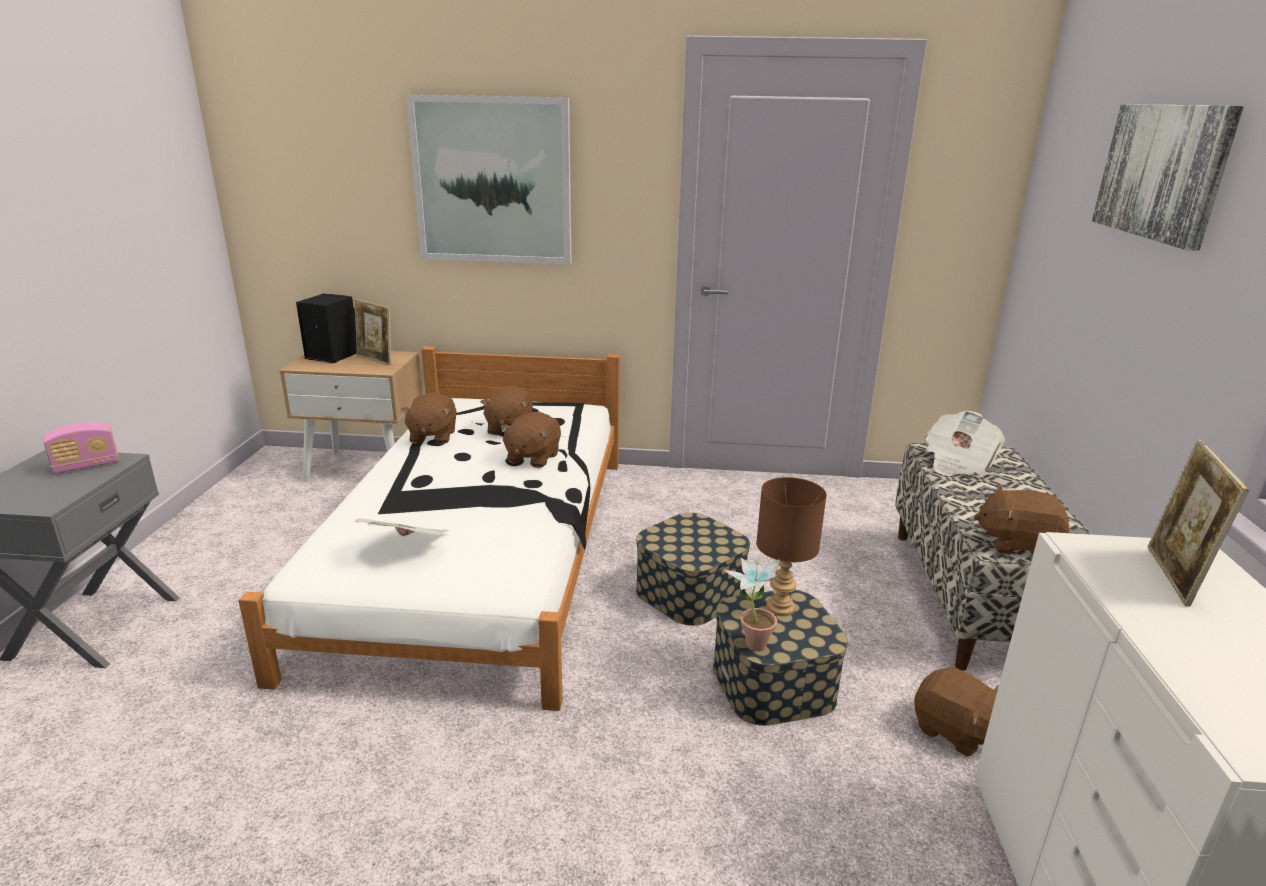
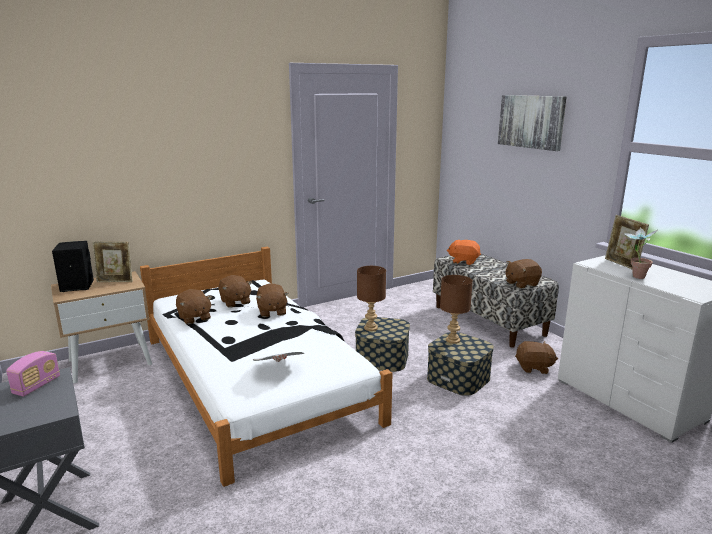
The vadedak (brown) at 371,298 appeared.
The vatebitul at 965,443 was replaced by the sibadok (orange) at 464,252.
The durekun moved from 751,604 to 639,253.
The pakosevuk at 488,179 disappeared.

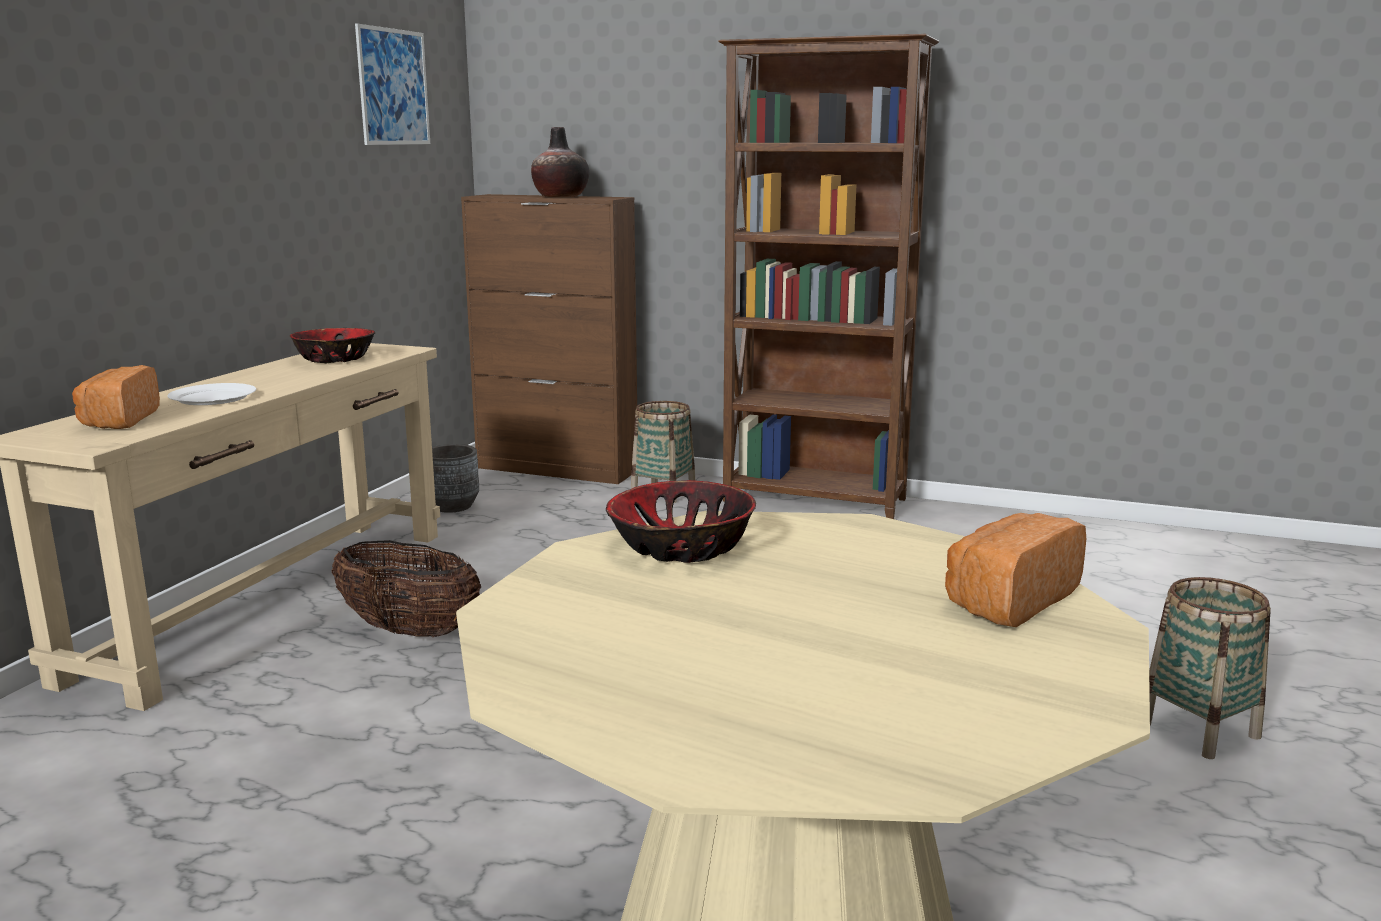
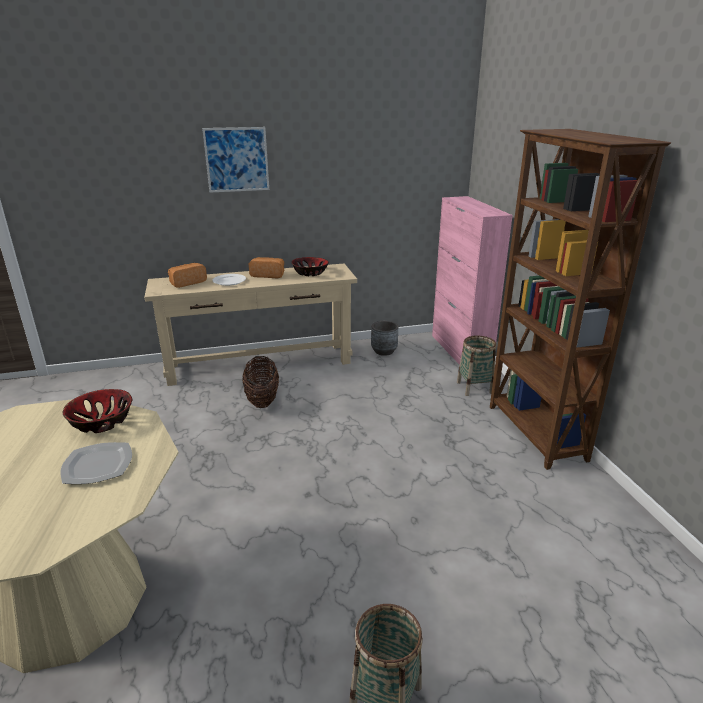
The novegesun at 96,463 appeared.
The pakosevuk moved from 392,84 to 235,160.
The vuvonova moved from 1015,570 to 266,267.
The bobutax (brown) at 549,339 became the bobutax (pink) at 472,280.
The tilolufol at 560,162 disappeared.

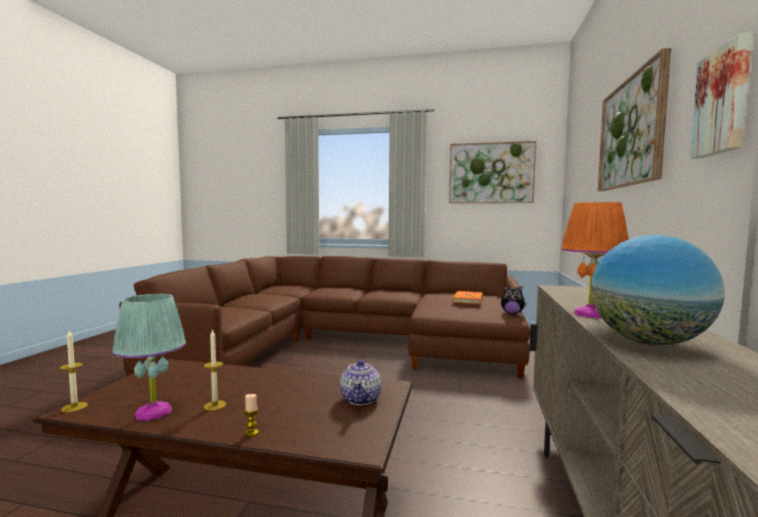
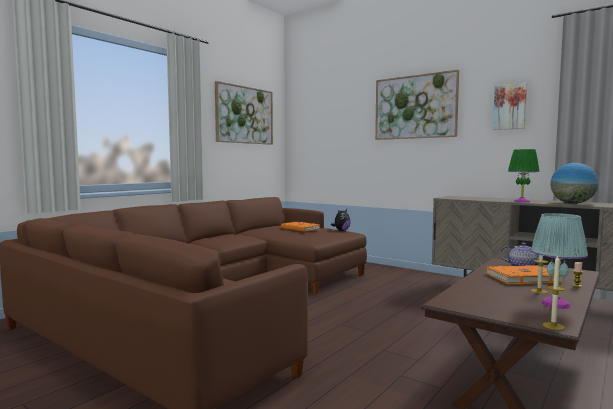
The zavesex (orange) at 525,274 appeared.
The vadedak (orange) at 595,260 became the vadedak (green) at 524,175.

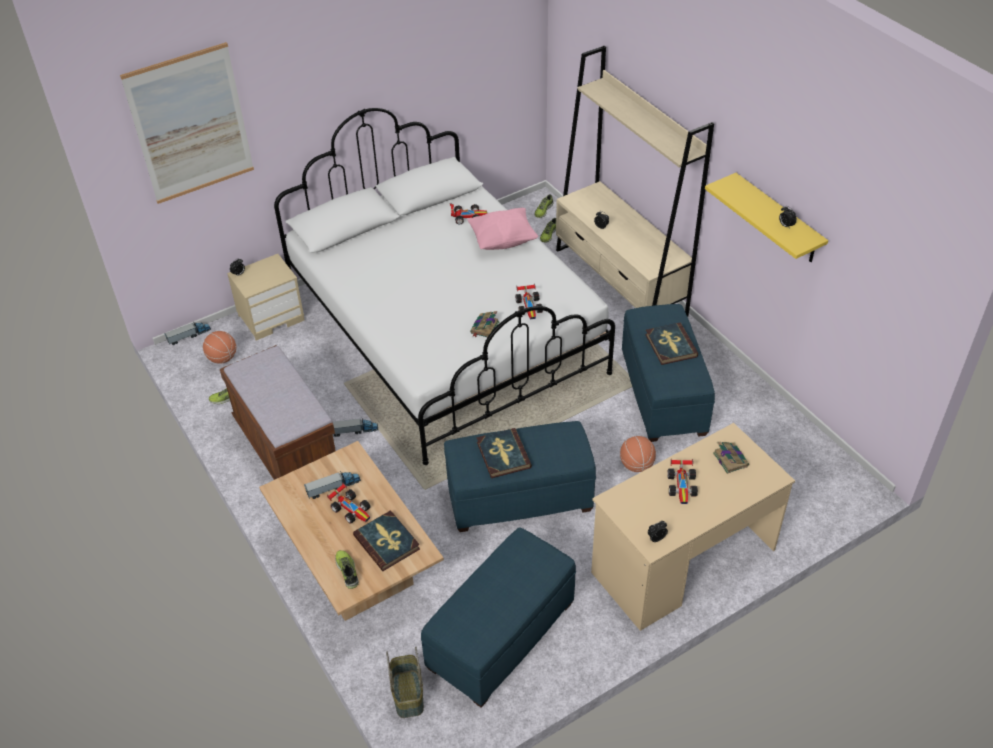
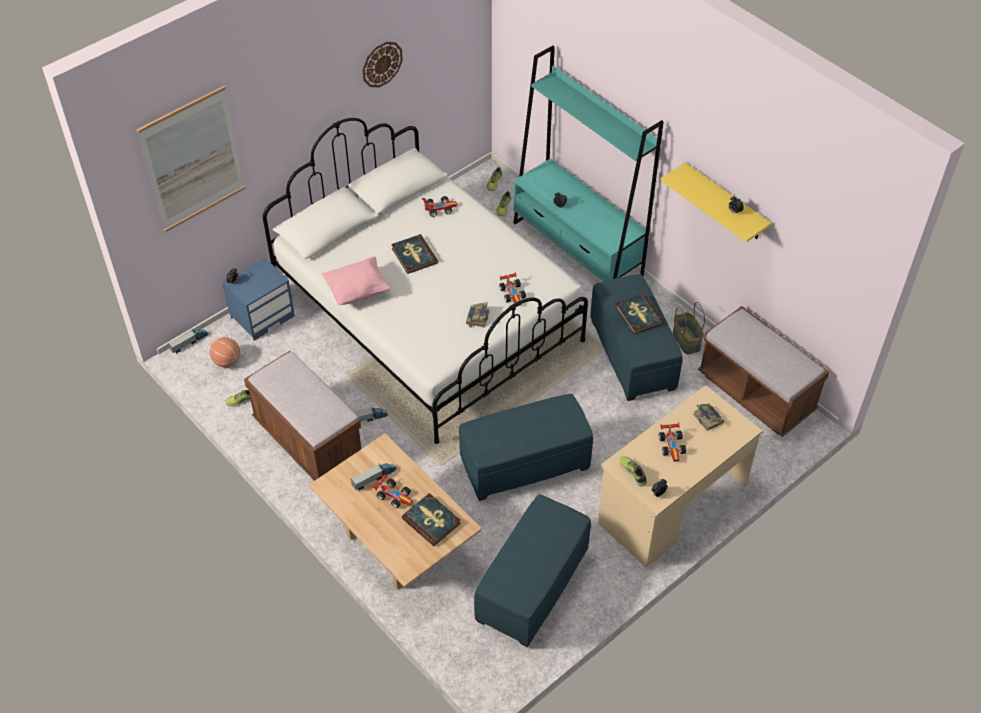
The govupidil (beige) at 265,297 became the govupidil (blue) at 258,299.
The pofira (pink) moved from 502,229 to 356,281.
The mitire at 382,64 appeared.
The zavesex moved from 504,453 to 414,254.
The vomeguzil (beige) at 635,181 became the vomeguzil (turquoise) at 589,163.
The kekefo moved from 347,569 to 633,471.
The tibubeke moved from 405,682 to 689,328.
The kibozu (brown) at 763,371 appeared.
The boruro at 638,454 disappeared.

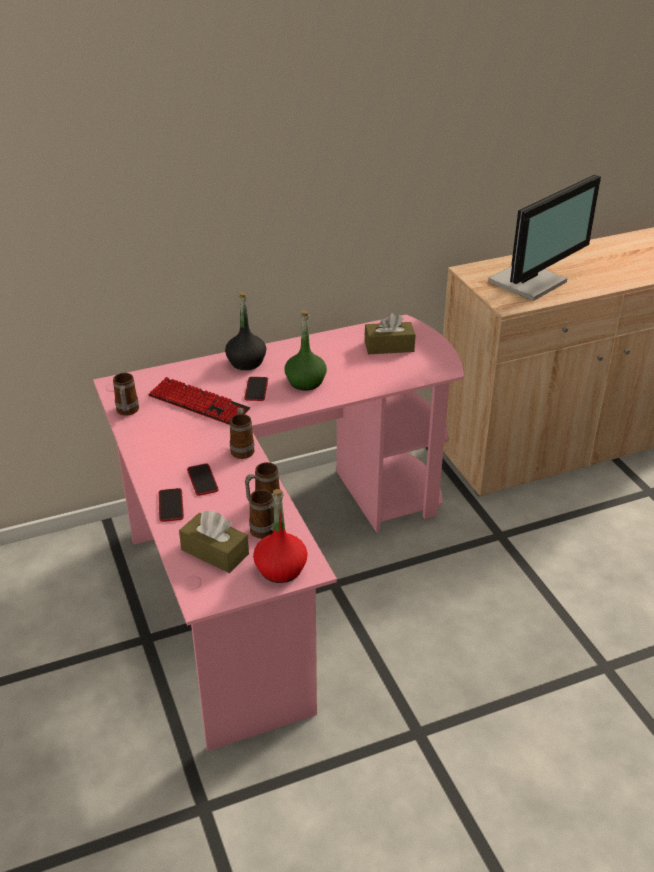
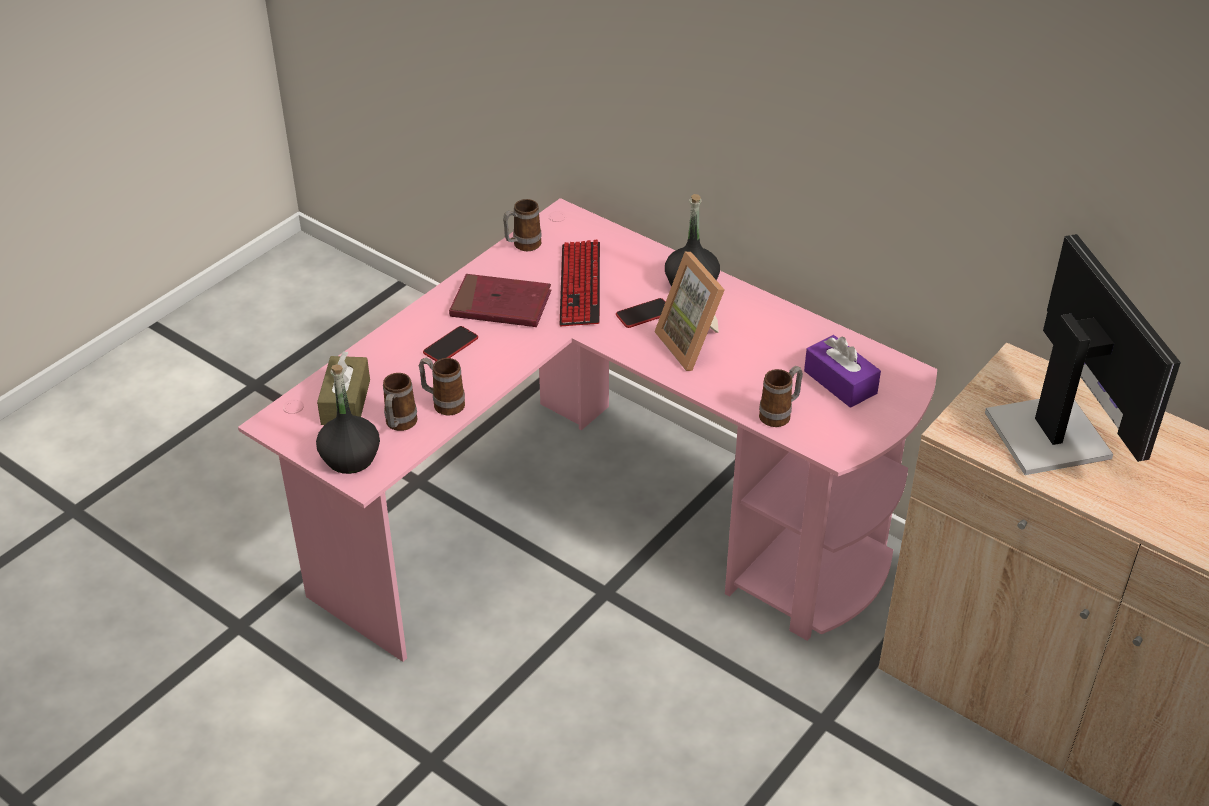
The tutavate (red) at 280,536 became the tutavate (black) at 348,419.
The zavesex (red) at 500,300 appeared.
The tutavate (green) at 305,350 was replaced by the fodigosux at 689,311.
The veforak moved from 242,433 to 781,396.
The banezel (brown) at 390,333 became the banezel (purple) at 842,371.
The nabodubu at 544,237 turned 120 degrees counterclockwise.
The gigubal at 171,505 disappeared.

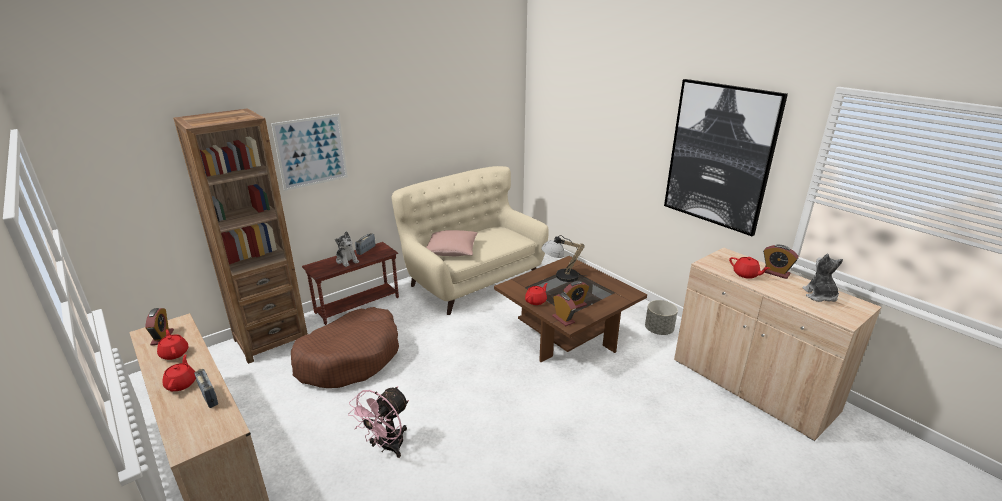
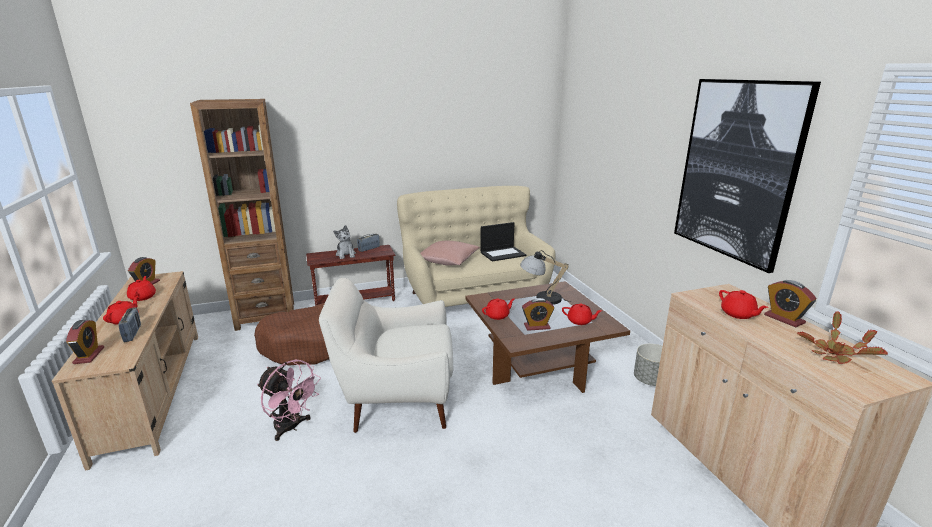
The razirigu moved from 564,309 to 85,342.
The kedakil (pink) at 378,422 turned 105 degrees counterclockwise.
The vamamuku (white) at 386,355 appeared.
The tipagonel at 503,242 appeared.
The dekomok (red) at 582,314 appeared.
The sibadok at 822,278 was replaced by the durekun at 842,338.
The pakosevuk at 309,152 disappeared.

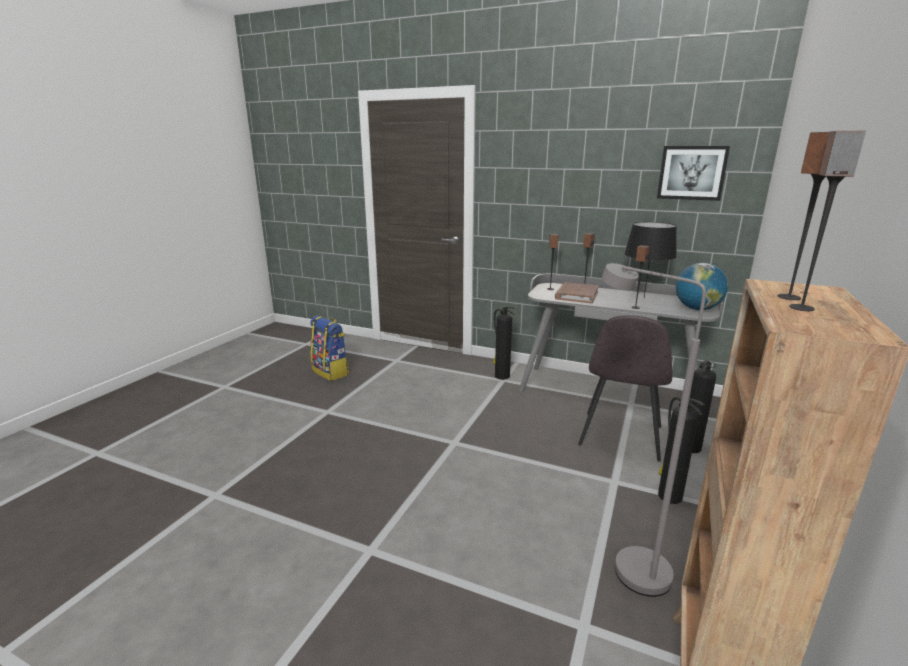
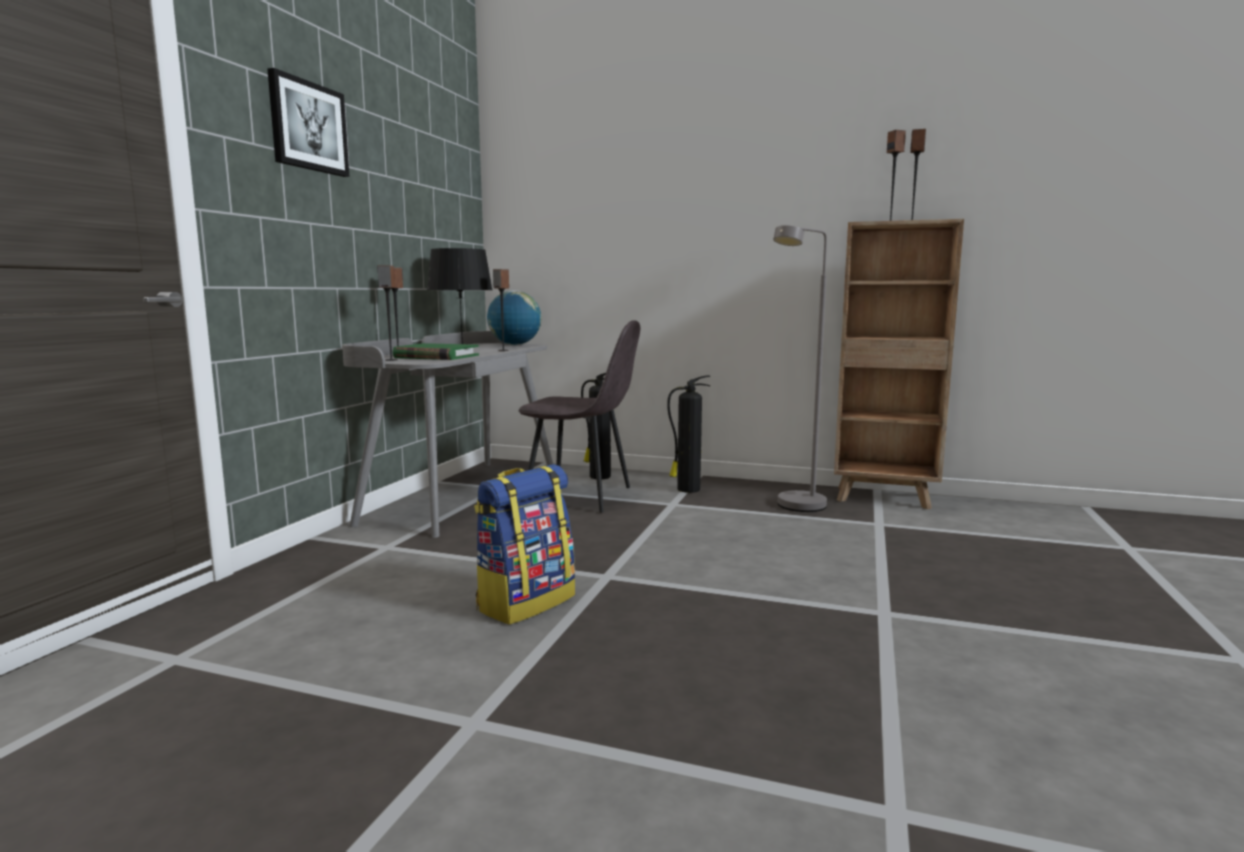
The pakosevuk moved from 693,173 to 308,122.
The zavesex (brown) at 577,293 became the zavesex (green) at 436,351.
The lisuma moved from 330,348 to 524,544.
The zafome at 504,343 disappeared.

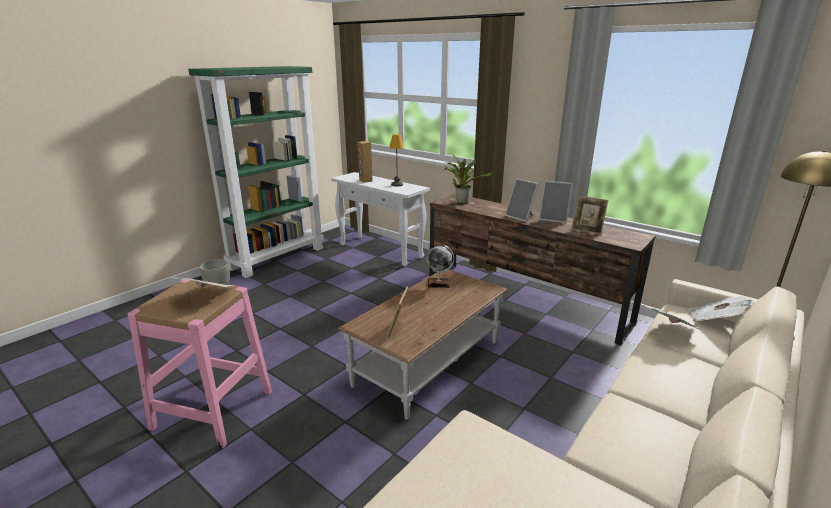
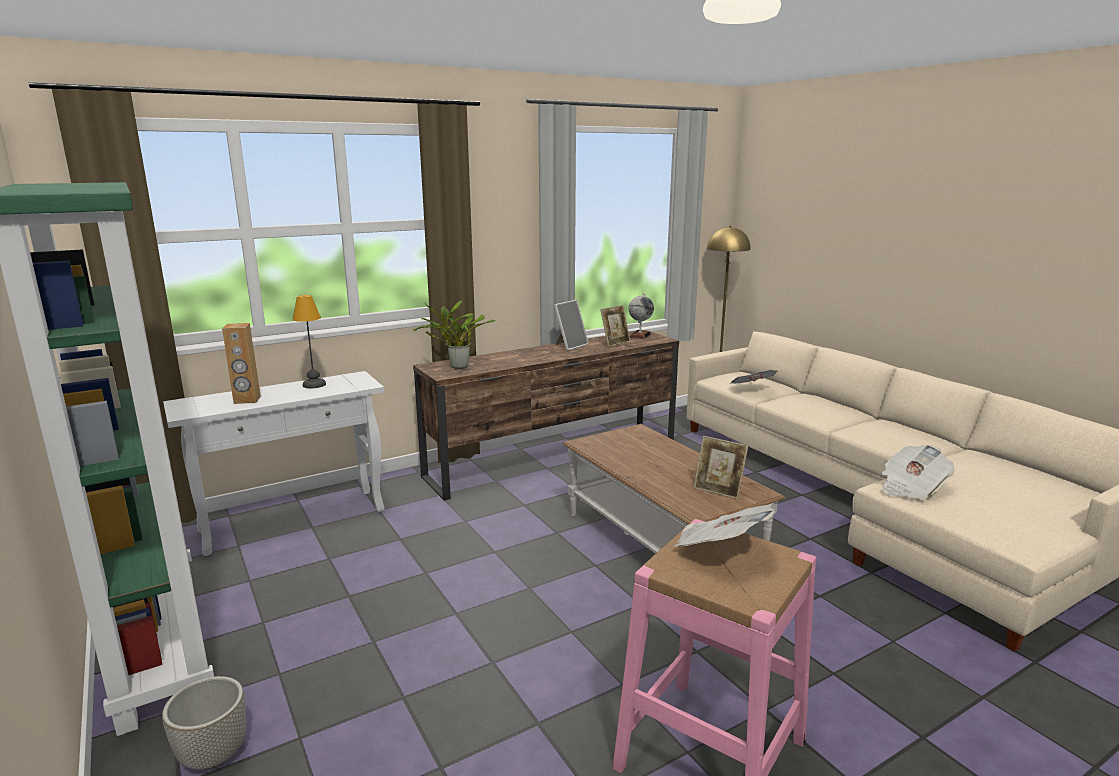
The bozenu moved from 440,267 to 641,316.
The vatebitul moved from 720,308 to 918,472.
The fodigosux at 522,200 disappeared.

